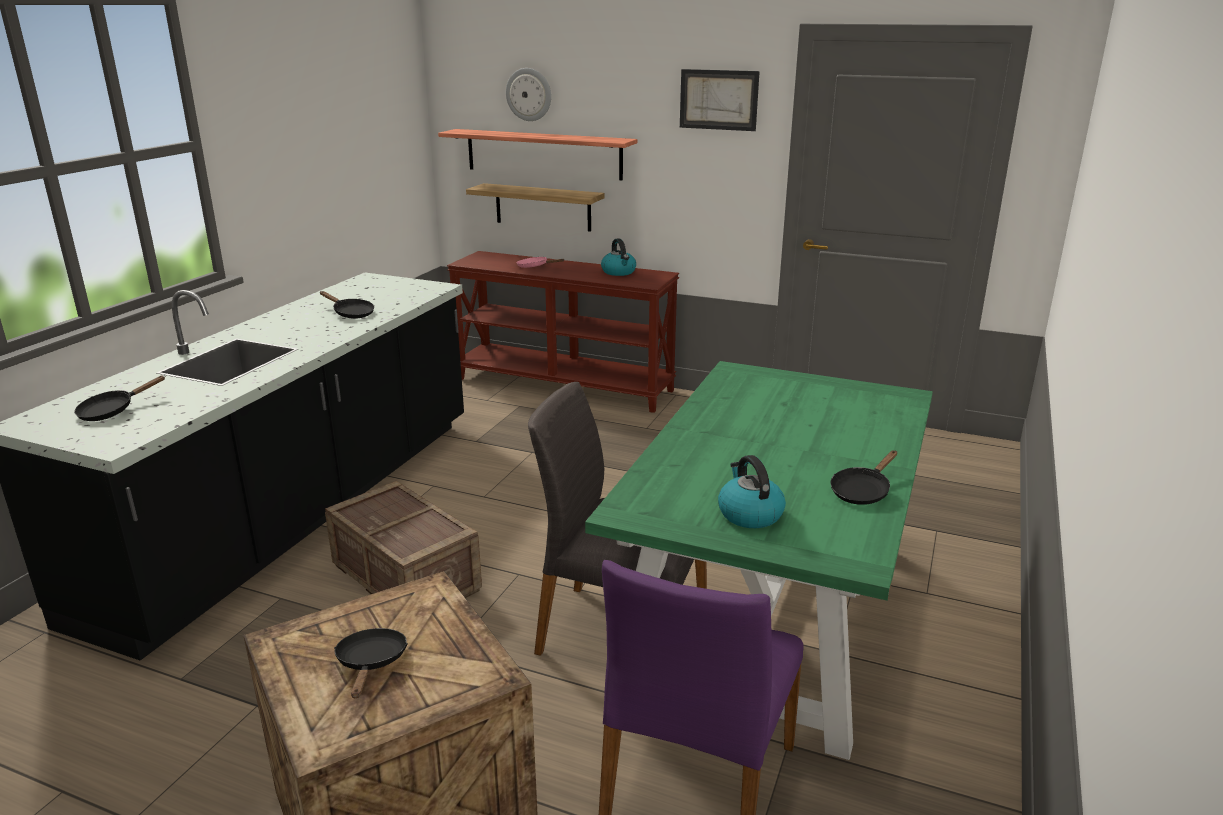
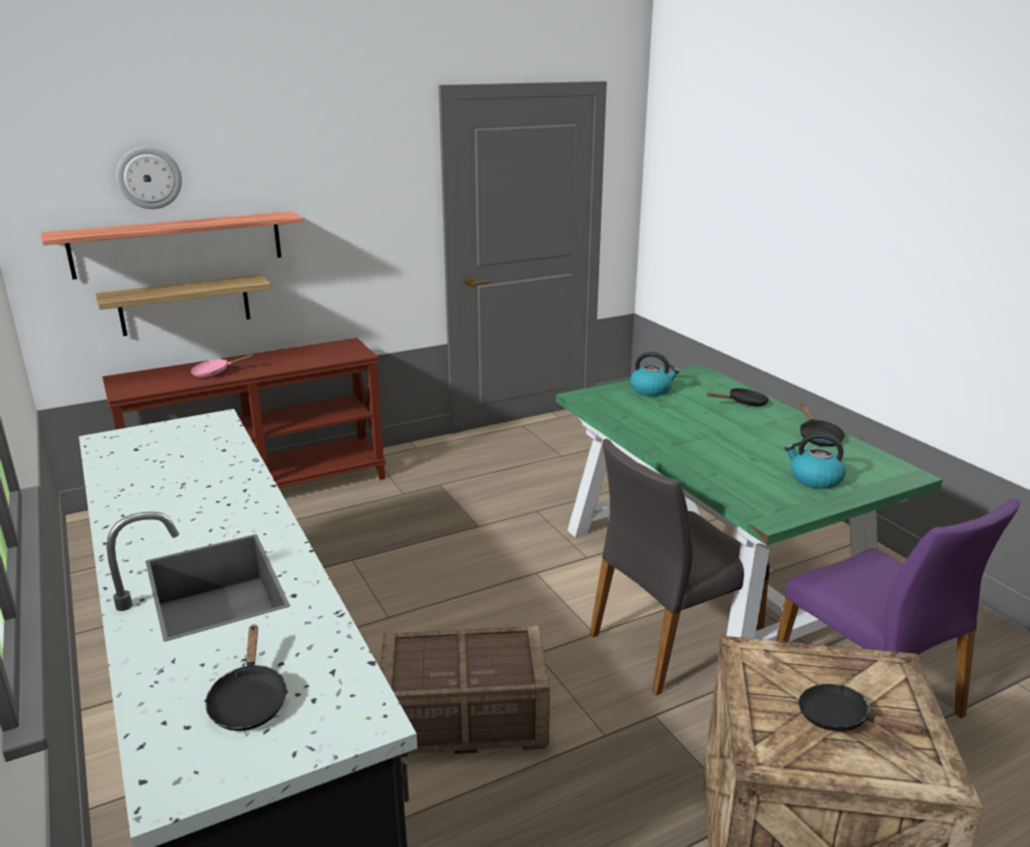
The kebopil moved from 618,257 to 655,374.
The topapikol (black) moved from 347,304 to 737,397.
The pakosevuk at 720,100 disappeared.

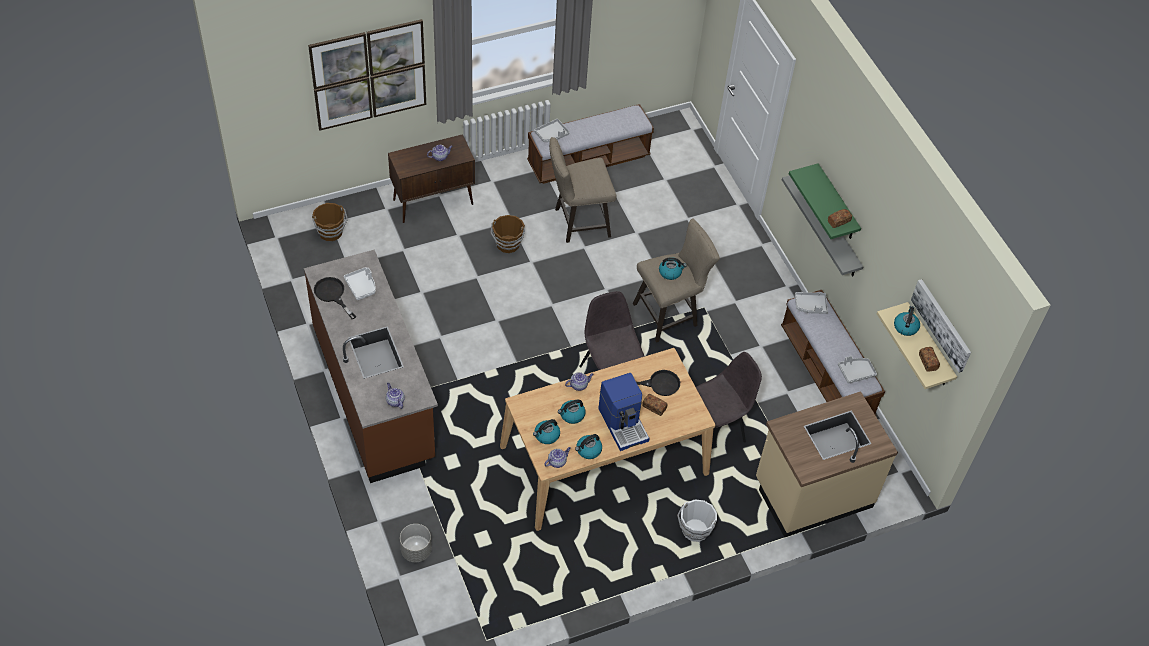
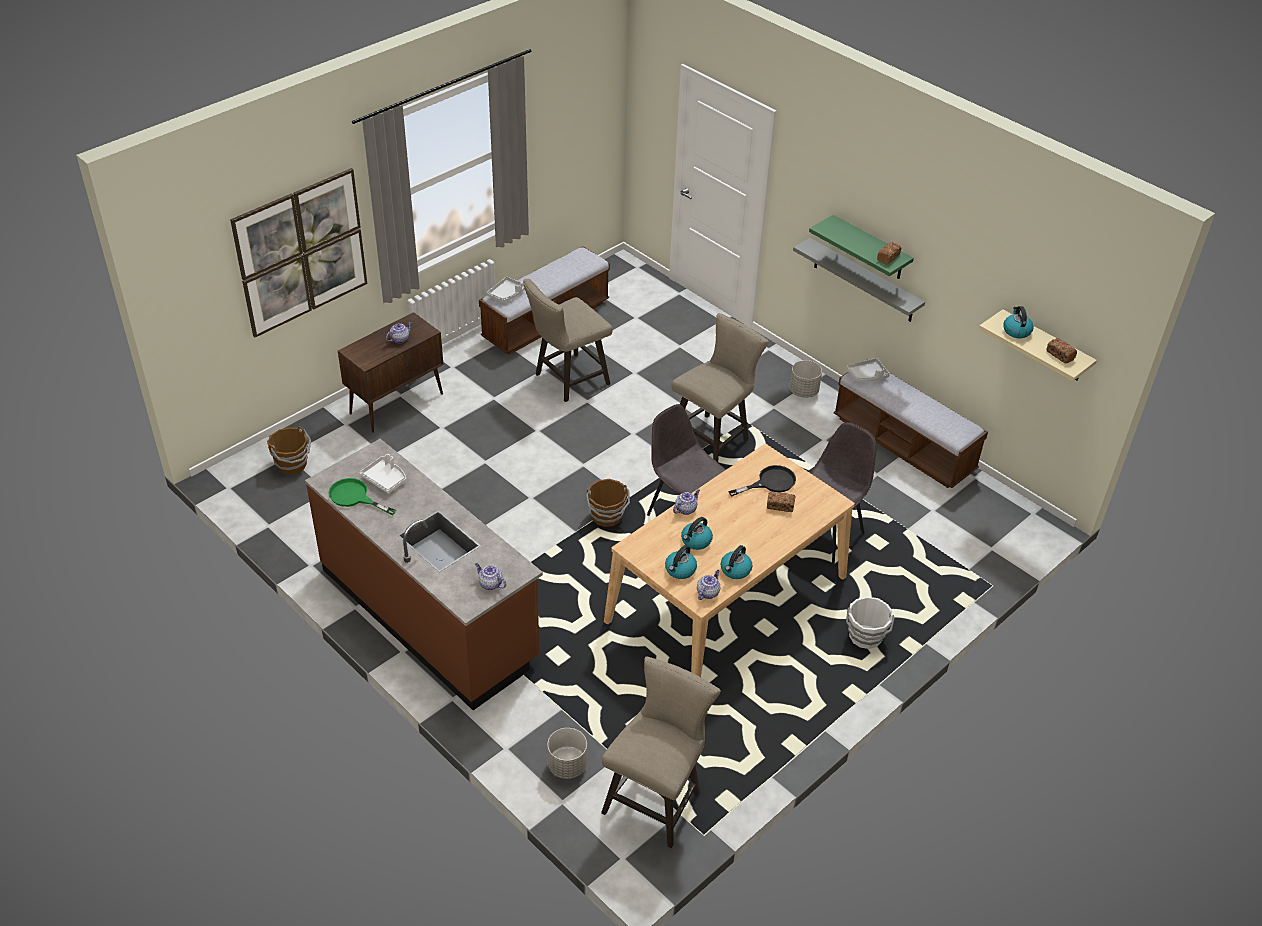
The topapikol (black) at 335,298 became the topapikol (green) at 362,496.
The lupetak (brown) moved from 507,234 to 608,503.
The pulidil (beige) at 661,752 appeared.
The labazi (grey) at 805,379 appeared.
The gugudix at 623,412 disappeared.
The kebopil at 673,268 disappeared.
The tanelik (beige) at 827,464 disappeared.
The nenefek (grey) at 857,370 disappeared.
The pakosevuk at 941,326 disappeared.

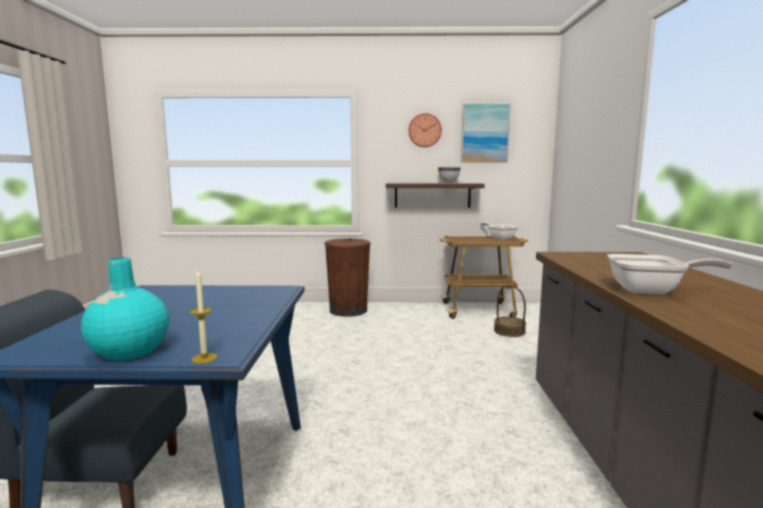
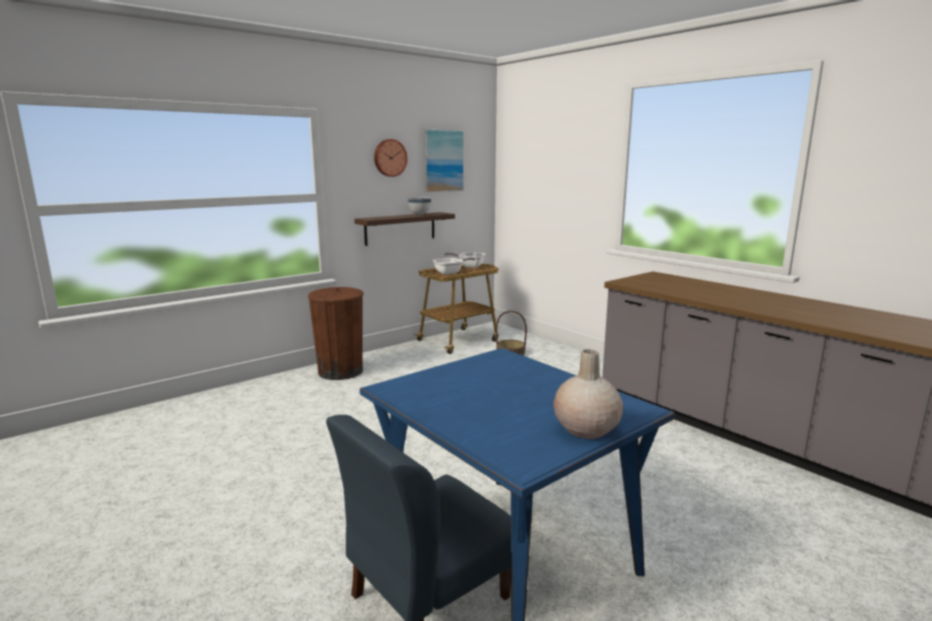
The topapikol moved from 669,274 to 454,266.
The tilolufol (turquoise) at 125,308 became the tilolufol (beige) at 588,394.
The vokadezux at 203,317 disappeared.

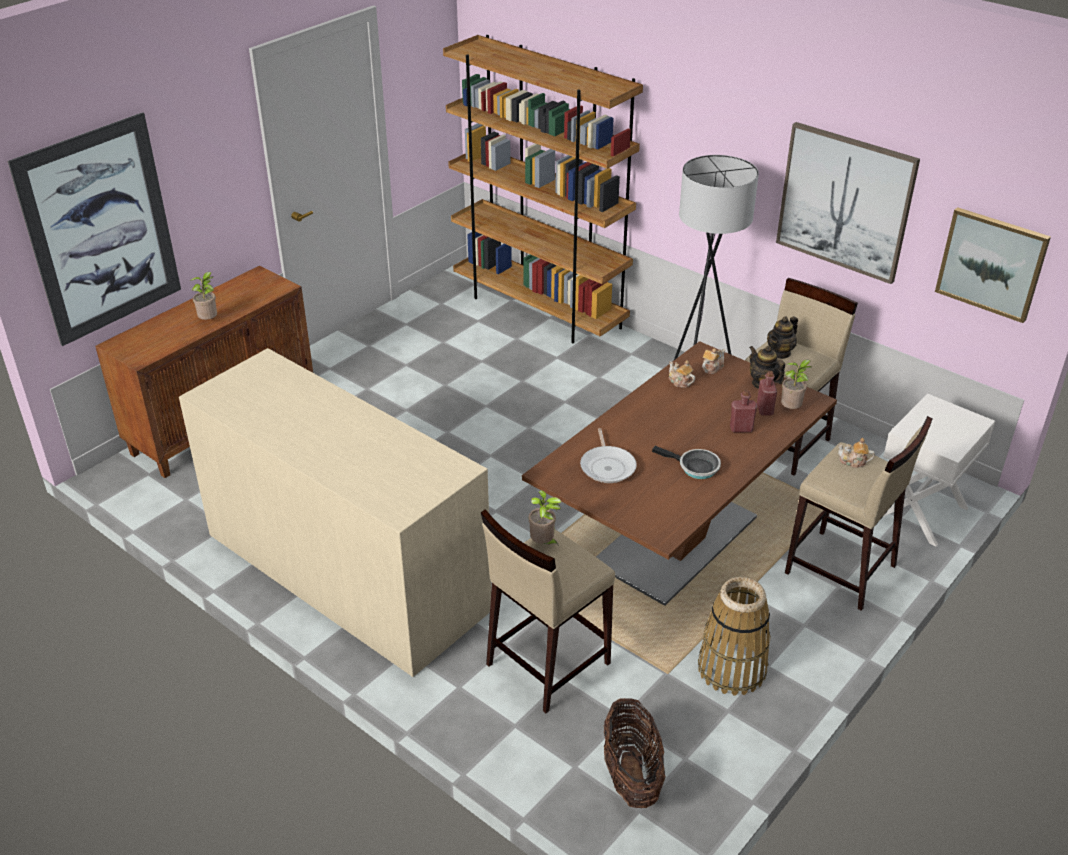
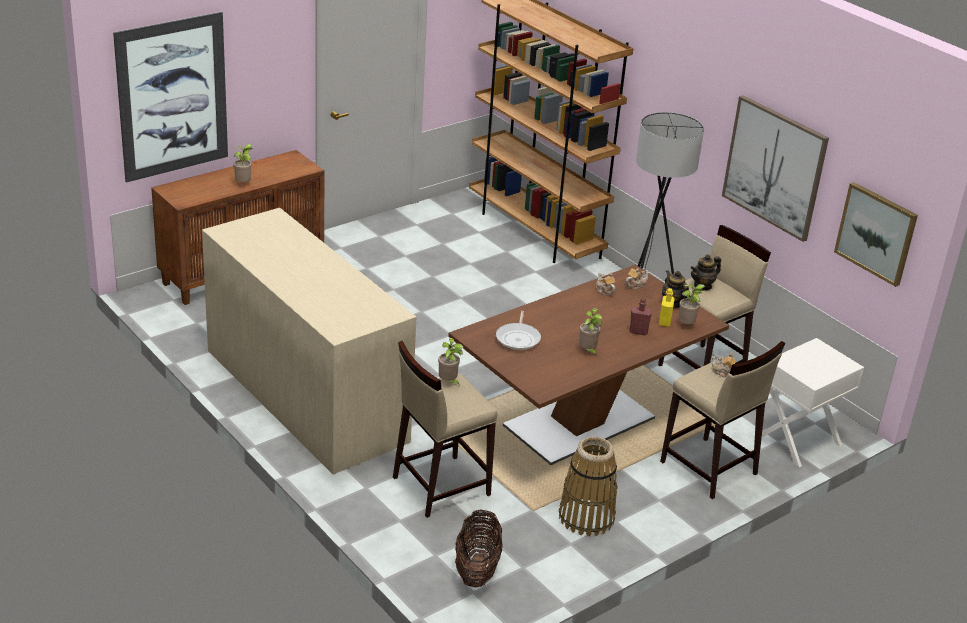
The topapikol at 686,462 was replaced by the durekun at 590,331.
The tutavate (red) at 767,393 became the tutavate (yellow) at 667,307.

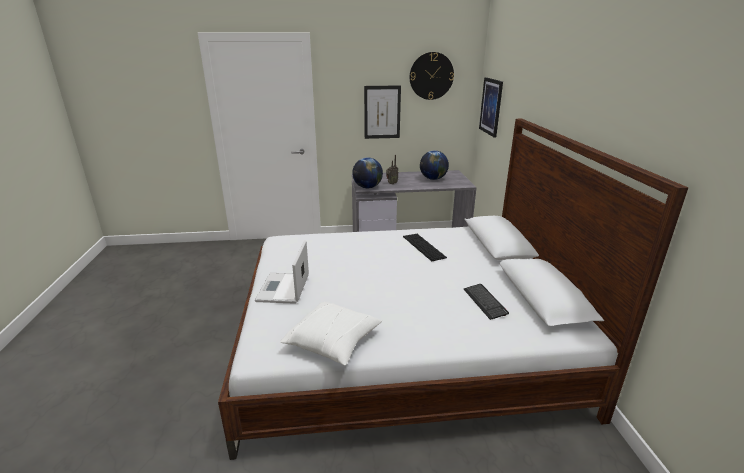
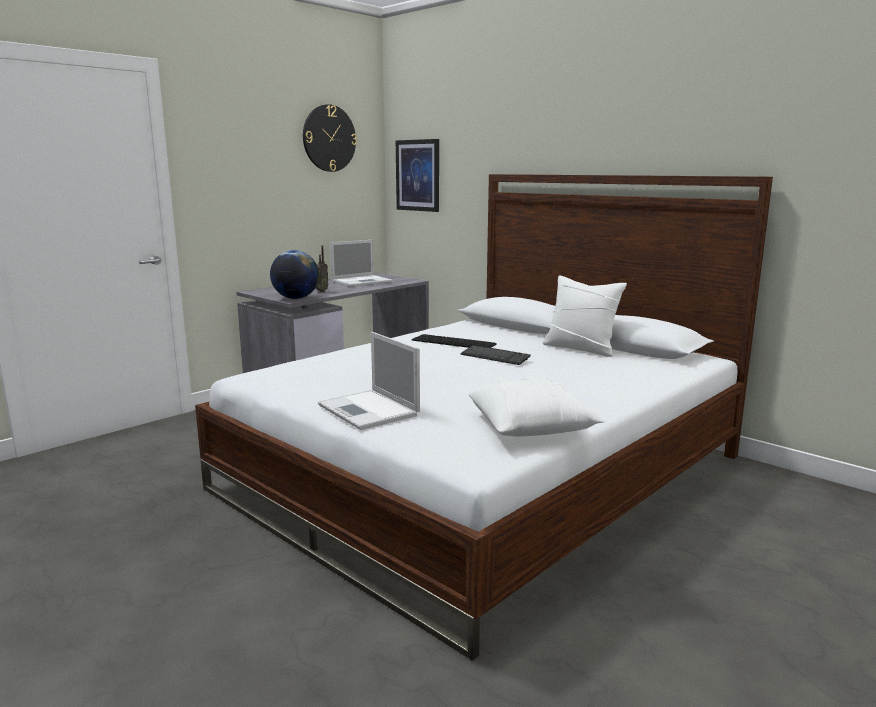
The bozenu at 434,165 was replaced by the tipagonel at 361,263.
The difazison moved from 486,302 to 496,355.
The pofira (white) at 584,316 appeared.
The pakosevuk at 382,112 disappeared.

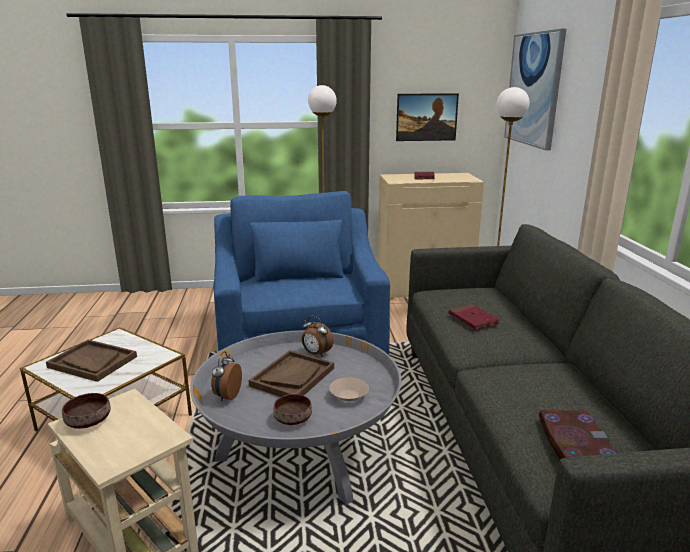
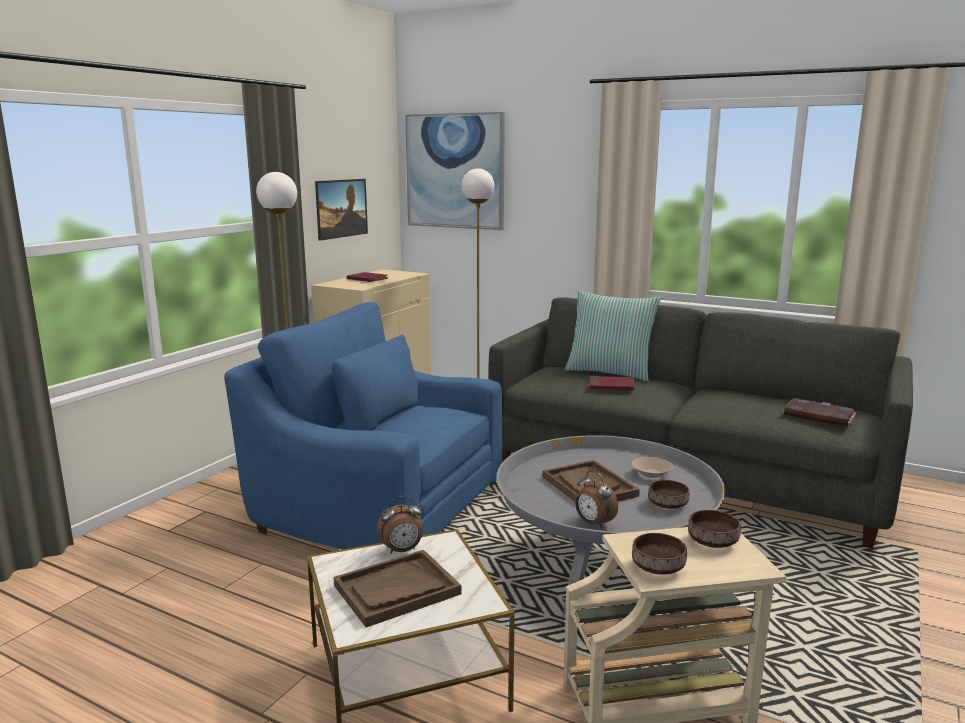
The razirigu moved from 317,336 to 399,525.
The pofira at 613,336 appeared.
The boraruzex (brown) at 714,529 appeared.

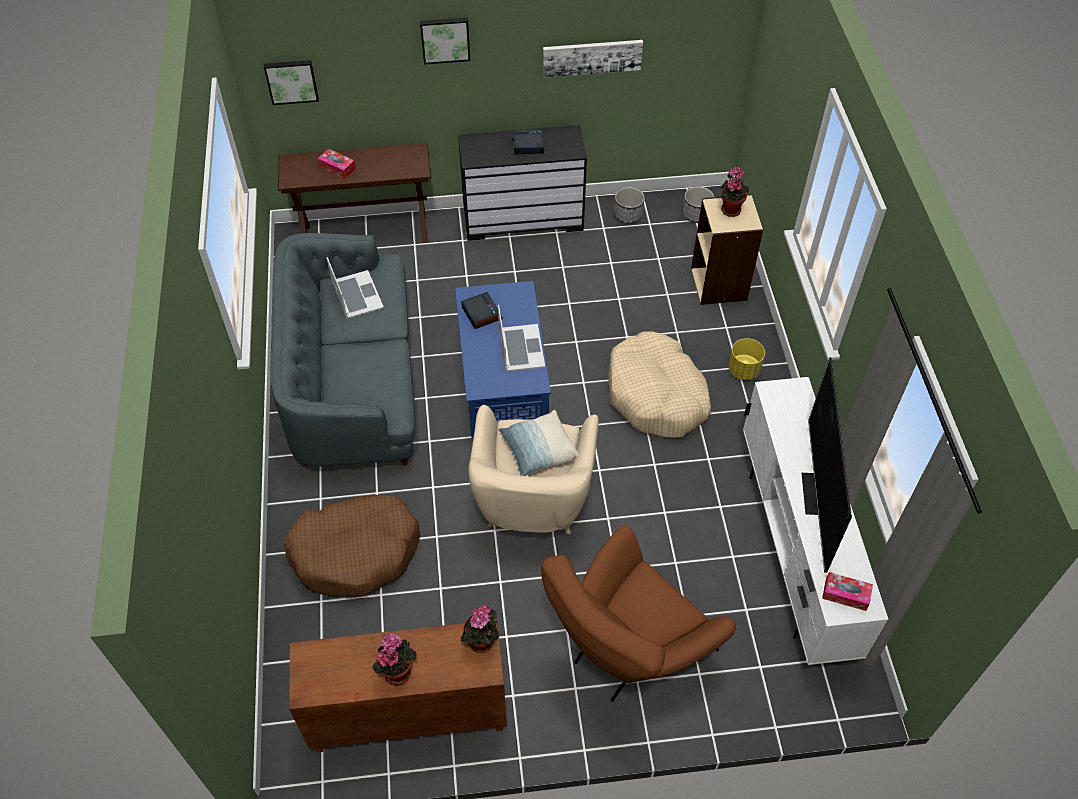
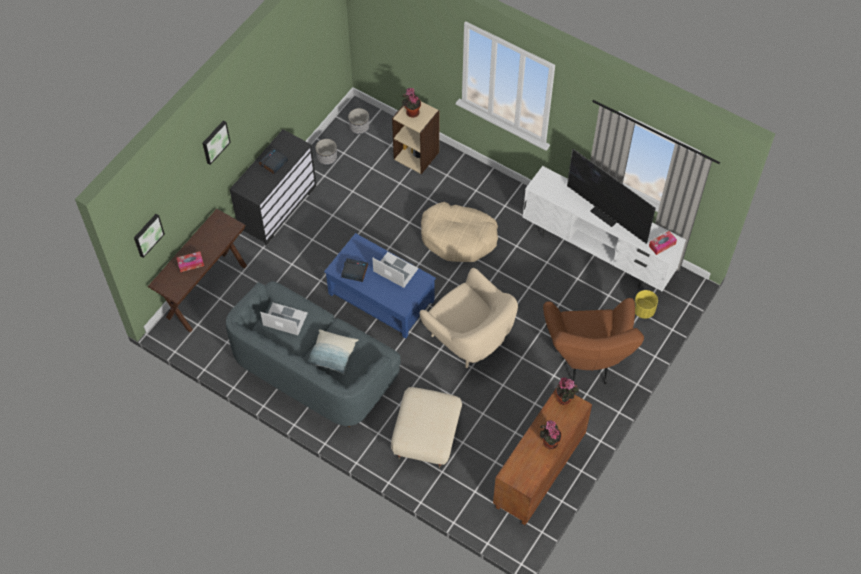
The pofira moved from 538,443 to 332,352.
The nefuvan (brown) at 352,546 was replaced by the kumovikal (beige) at 426,427.
The labazi (yellow) moved from 747,359 to 646,304.
The pakosevuk at 593,59 disappeared.

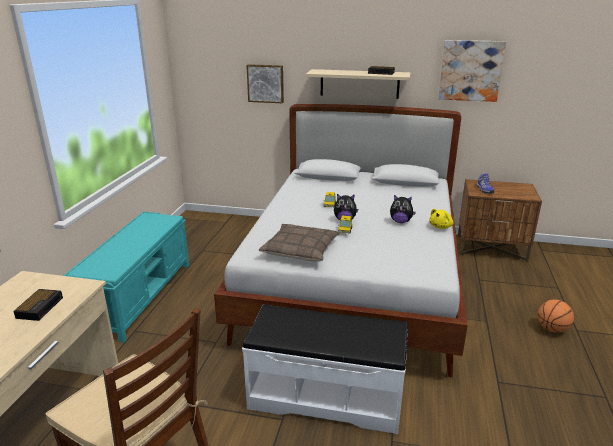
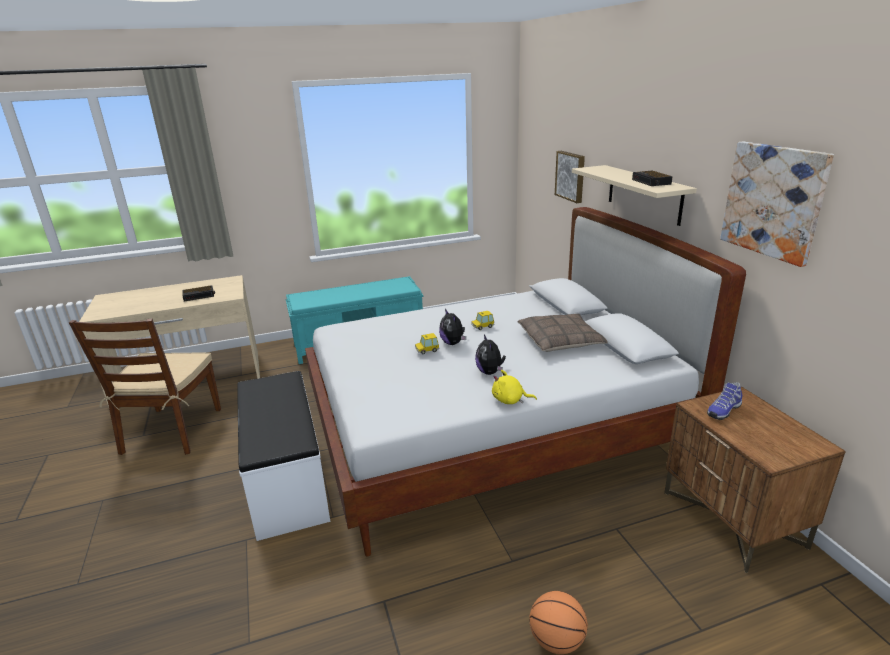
The pofira moved from 300,243 to 563,333.

